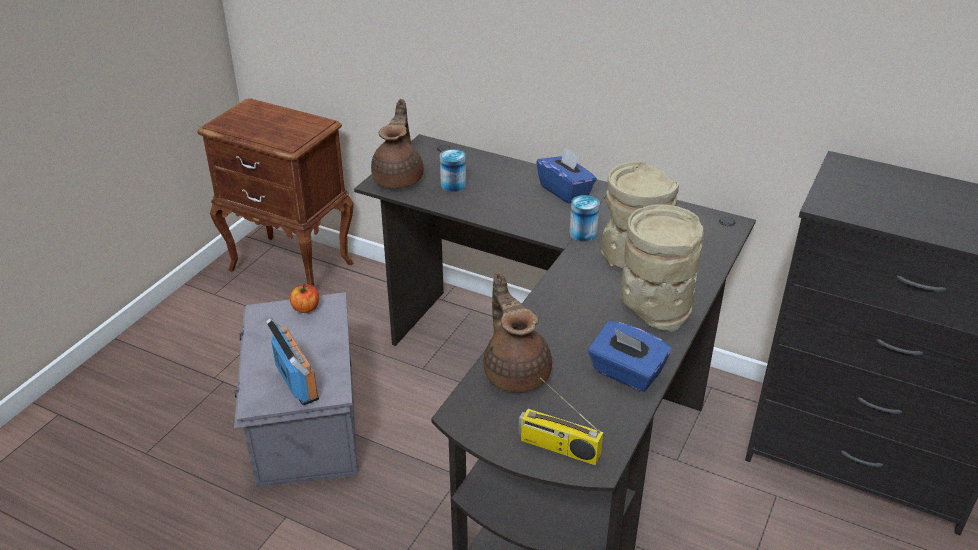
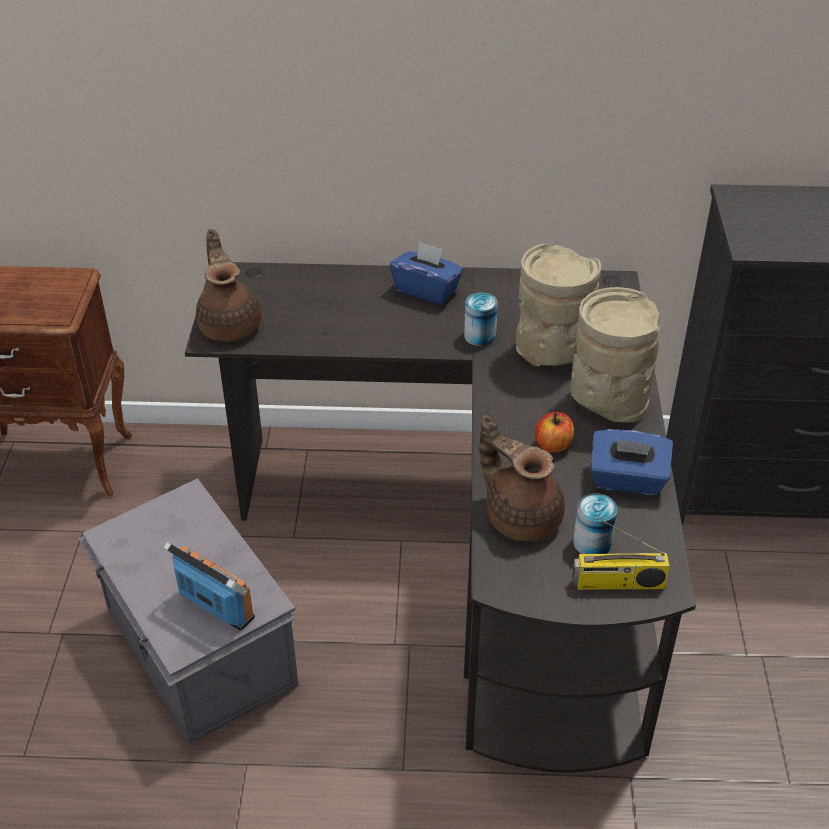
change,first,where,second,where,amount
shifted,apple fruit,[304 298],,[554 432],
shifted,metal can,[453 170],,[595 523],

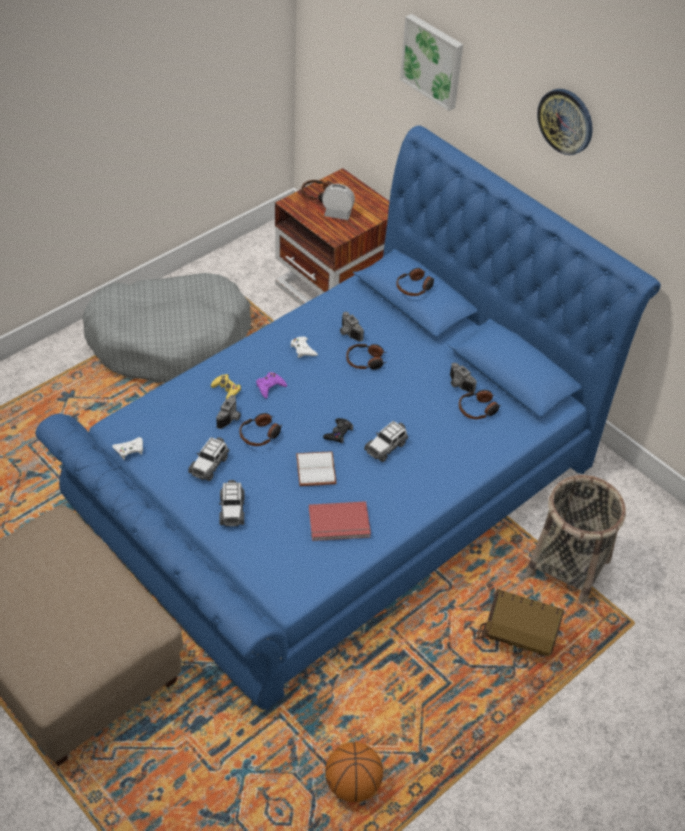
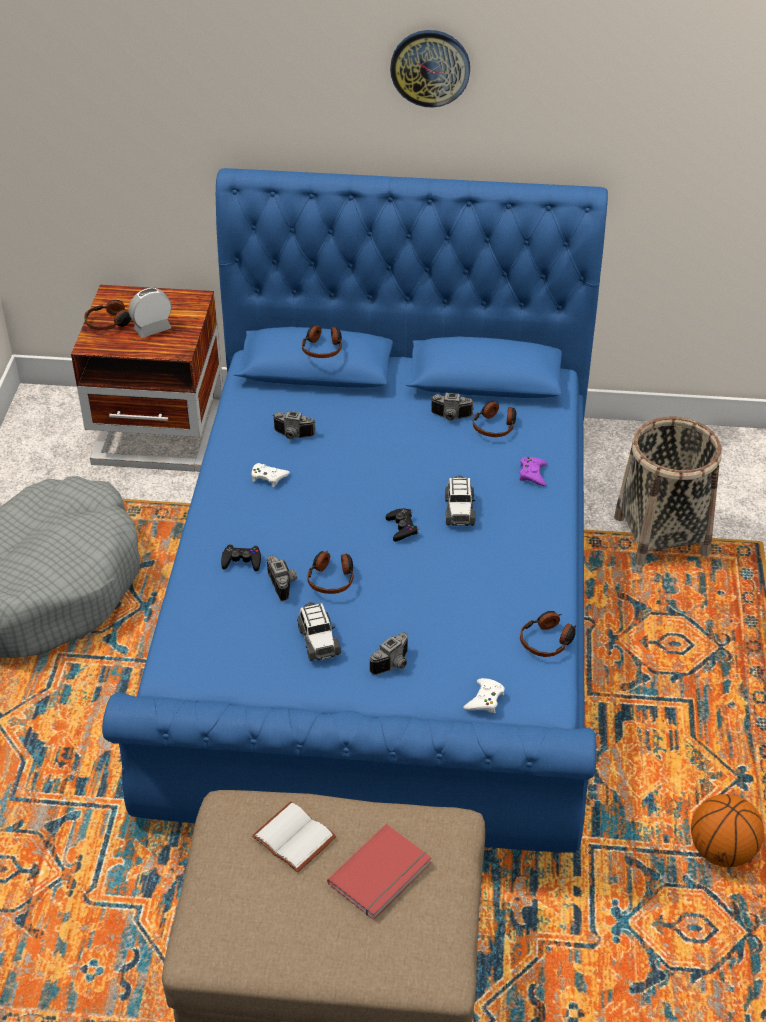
change,first,where,second,where,amount
gone,wall art,[431 62],,,
gone,model house,[520 622],,,
shifted,joypad (white),[127 448],,[483 695],
shifted,joypad (purple-coloured),[271 385],,[533 471],
shifted,volume (white),[316 468],,[294 837],
shifted,volume (red-coloured),[340 521],,[379 872],
shifted,pair of headphones,[366 357],,[548 634],
swapped,miniature car,[232 503],photo camera,[389 653],
repainted,joypad (yellow-coloured),[226 386],joypad (black-coloured),[241 557],

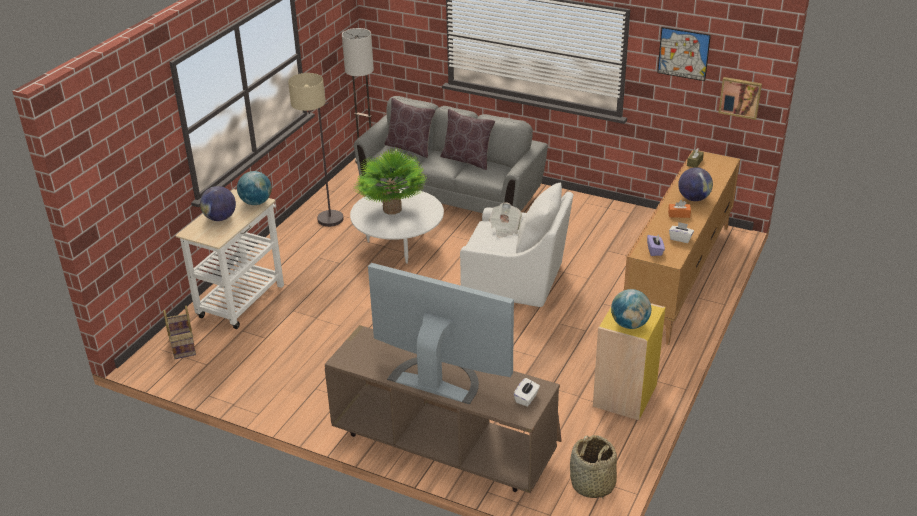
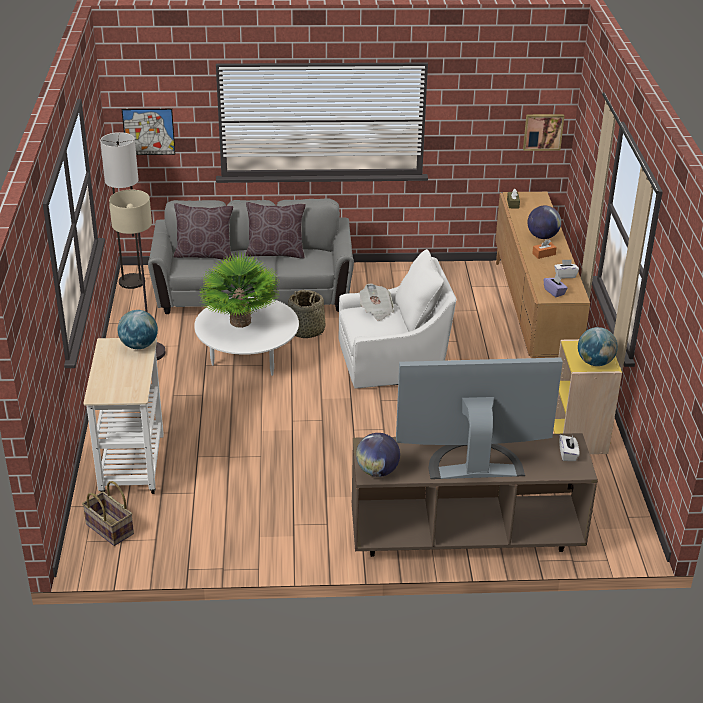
change,first,where,second,where,amount
shifted,world globe,[218 203],,[378 455],
shifted,basket,[593 467],,[306 314],
shifted,wall art,[684 54],,[148 132],

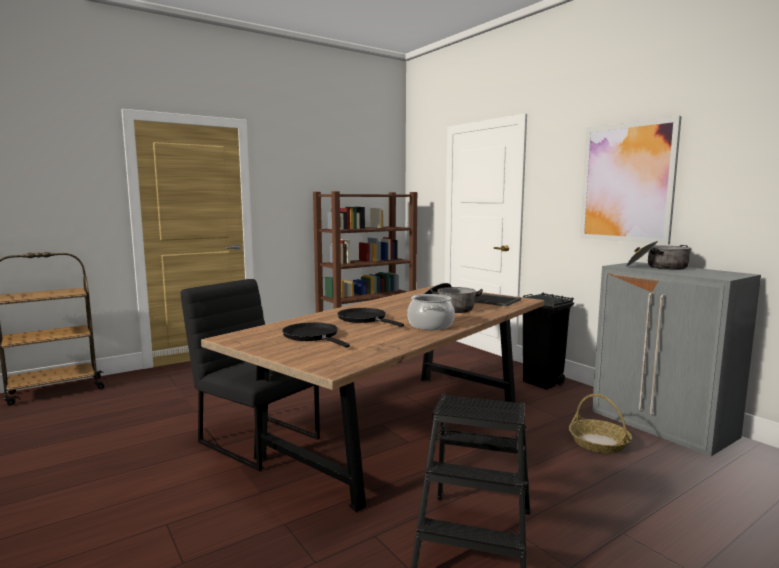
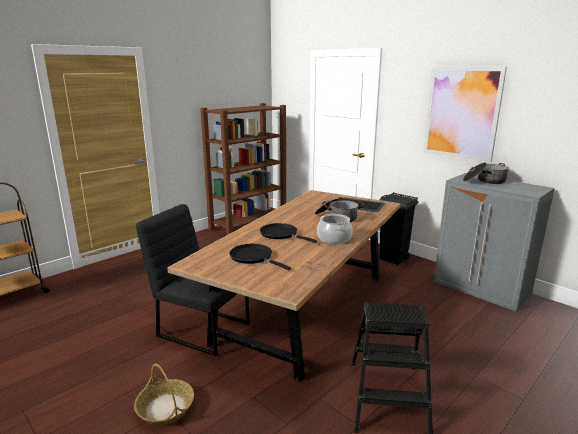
change,first,where,second,where,amount
shifted,basket,[600 424],,[164 395],

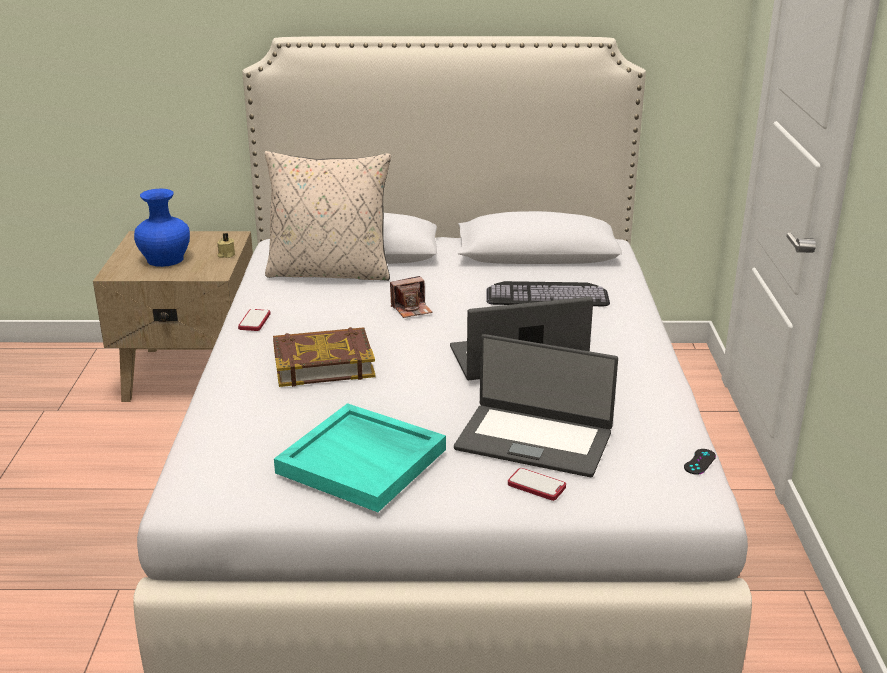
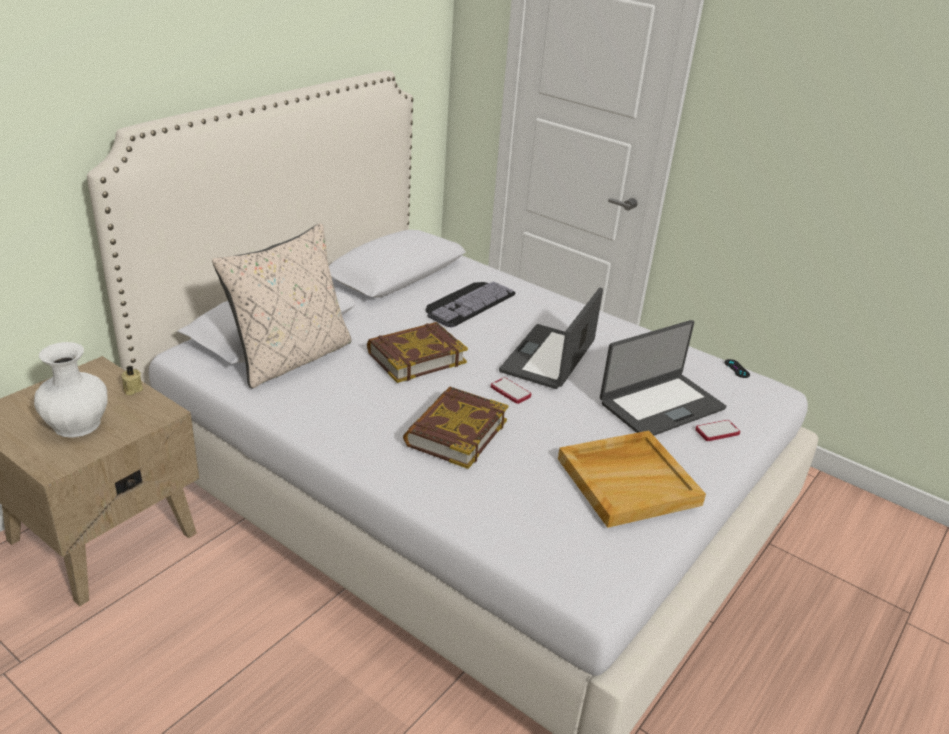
change,first,where,second,where,amount
shifted,phone,[254 320],,[511 390],
swapped,photo camera,[411 297],volume,[417 352],
repainted,vase (blue),[162 228],vase (white),[71 390],
repainted,carrying tray (turquoise-coloured),[360 457],carrying tray (sand-coloured),[632 479],

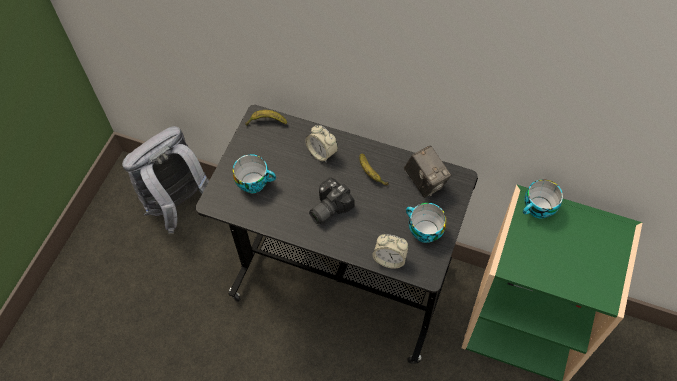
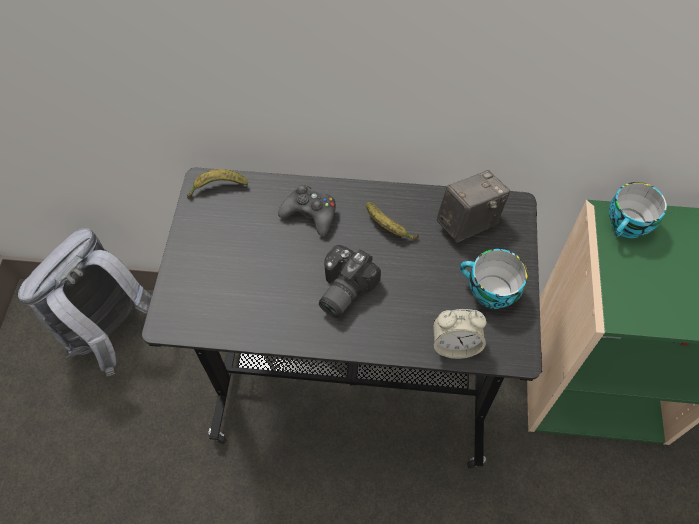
change,first,where,second,where,amount
gone,cup,[254 173],,,
swapped,alarm clock,[322 144],joypad (black-coloured),[307 210],
rotated,photo camera,[427 171],,[473 206],75 degrees counterclockwise

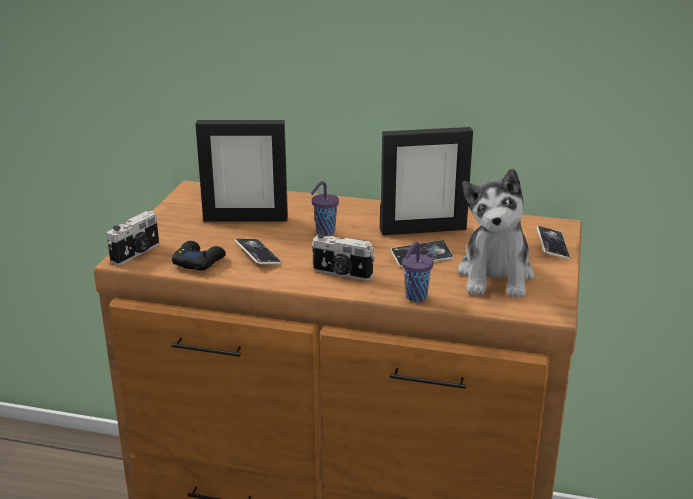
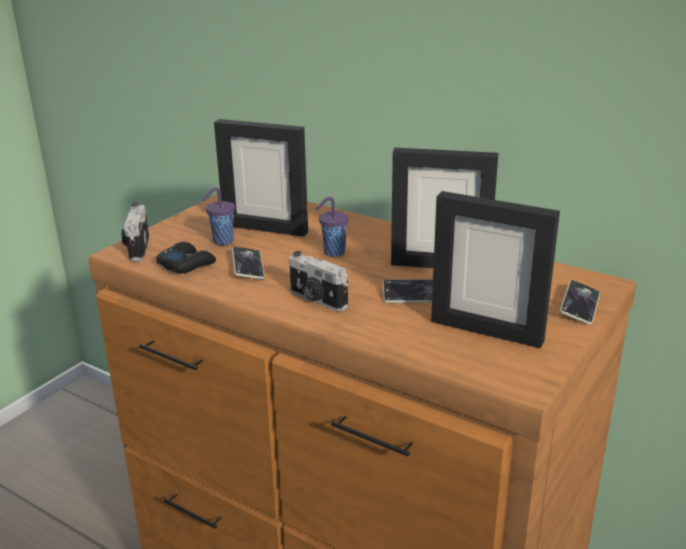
change,first,where,second,where,amount
shifted,cup (purple-coloured),[418 272],,[219 216],
swapped,soft toy,[496 233],standing frame,[495 269],
rotated,photo camera,[133 238],,[135 231],120 degrees clockwise

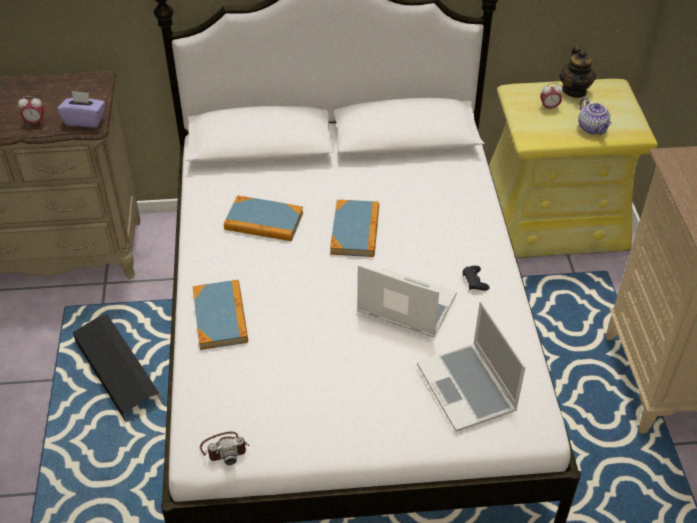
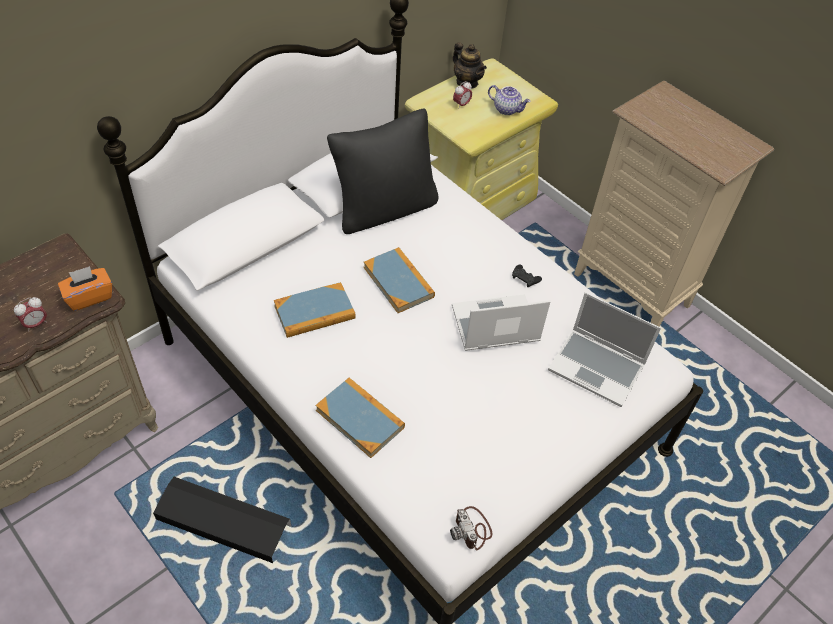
change,first,where,second,where,amount
new,,,pillow (black-coloured),[382 171],
repainted,box of tissues (purple-coloured),[81 109],box of tissues (orange-coloured),[85 288],
rotated,photo camera,[225 448],,[471 528],120 degrees clockwise

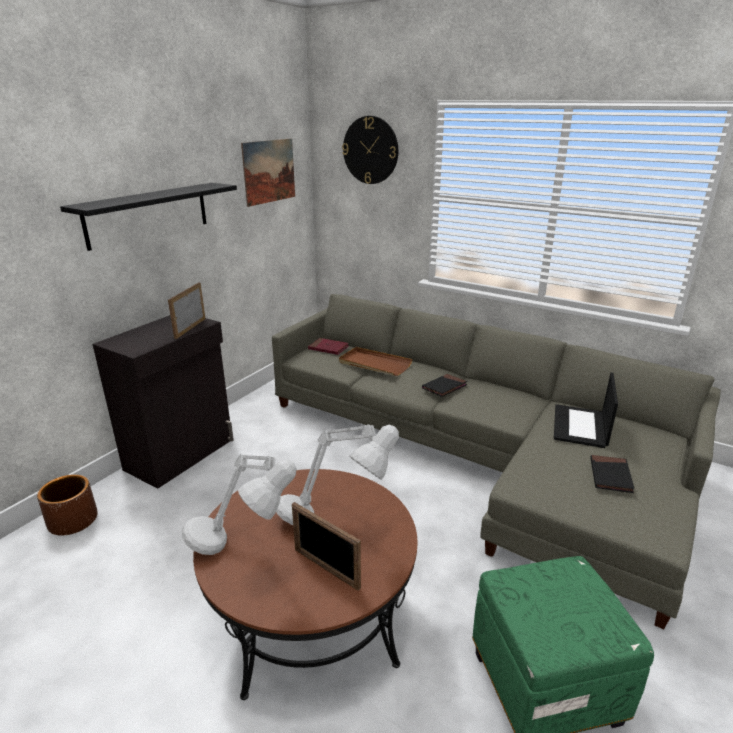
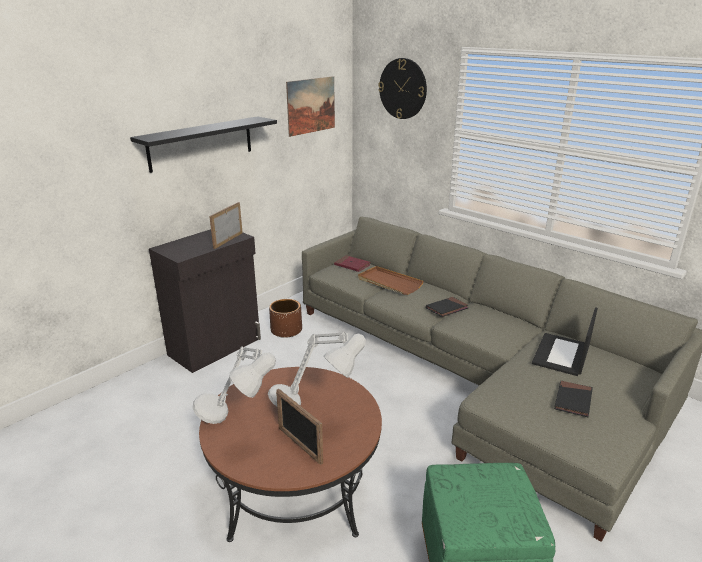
change,first,where,second,where,amount
shifted,planter (brownish),[67 505],,[285 318],

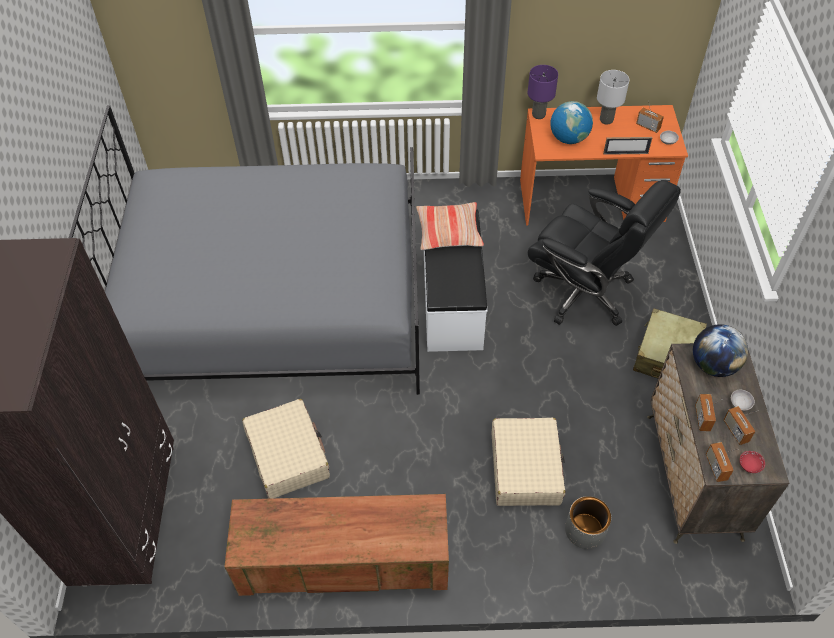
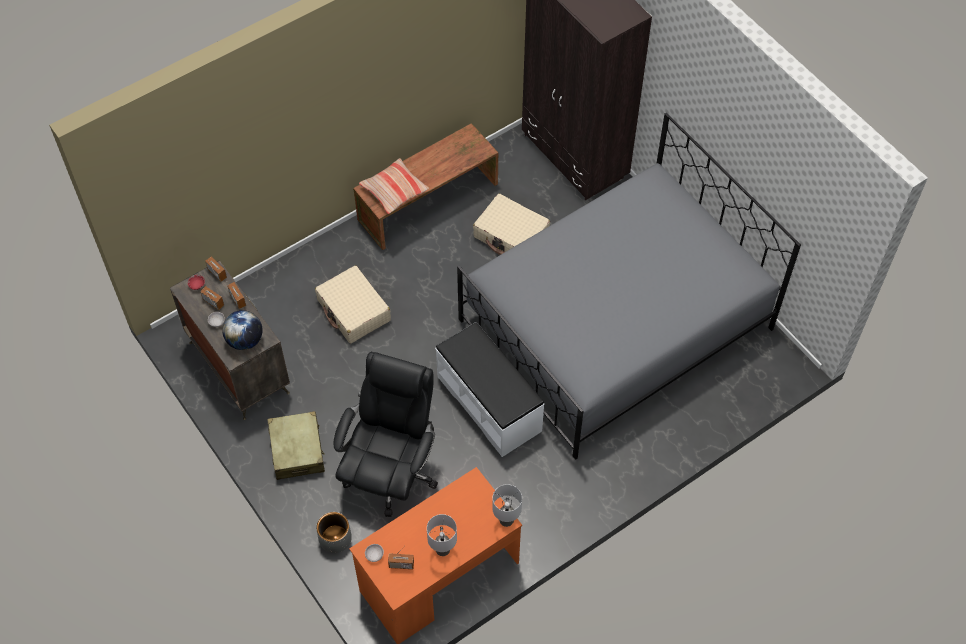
change,first,where,second,where,amount
gone,world globe,[571 122],,,
gone,standing frame,[627 146],,,
shifted,pillow,[450 226],,[394 186],
shifted,planter (gray),[588 522],,[334 532],
repainted,tabletop lamp (purple-coloured),[543 92],tabletop lamp (white),[507 505],
rotated,desk chair (black-coloured),[604 253],,[386 434],105 degrees clockwise

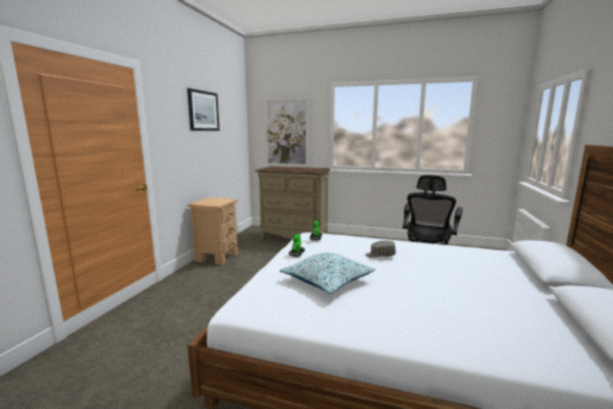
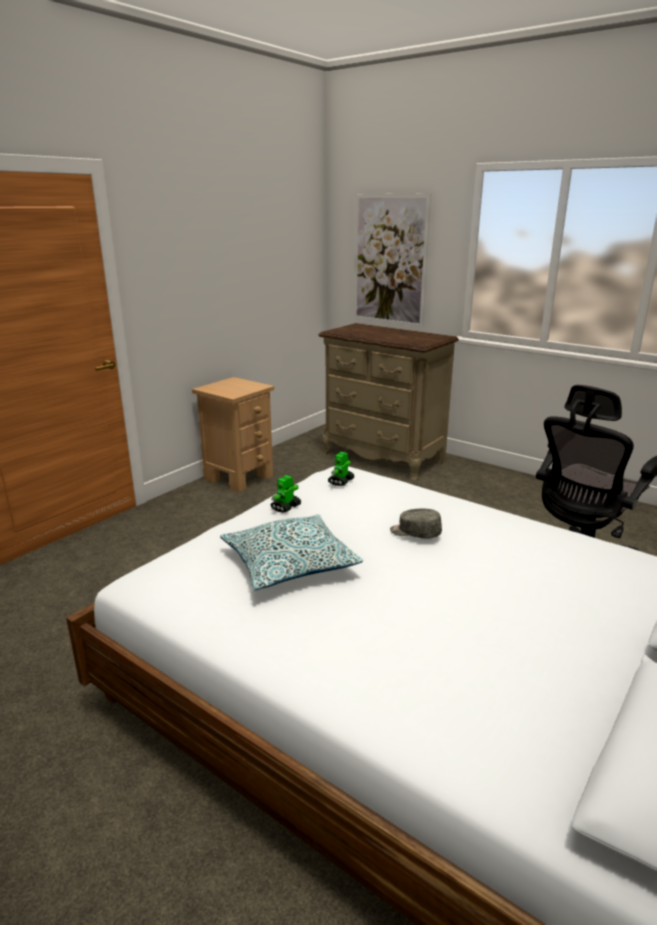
change,first,where,second,where,amount
gone,wall art,[203 109],,,

